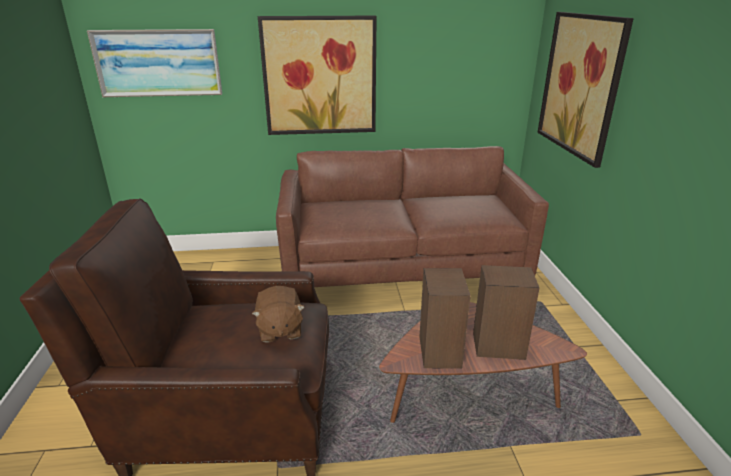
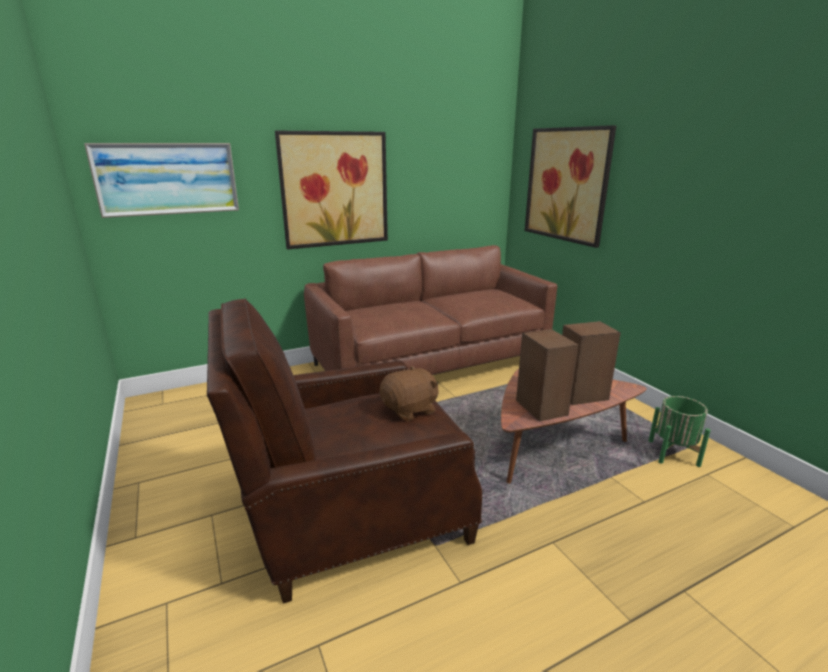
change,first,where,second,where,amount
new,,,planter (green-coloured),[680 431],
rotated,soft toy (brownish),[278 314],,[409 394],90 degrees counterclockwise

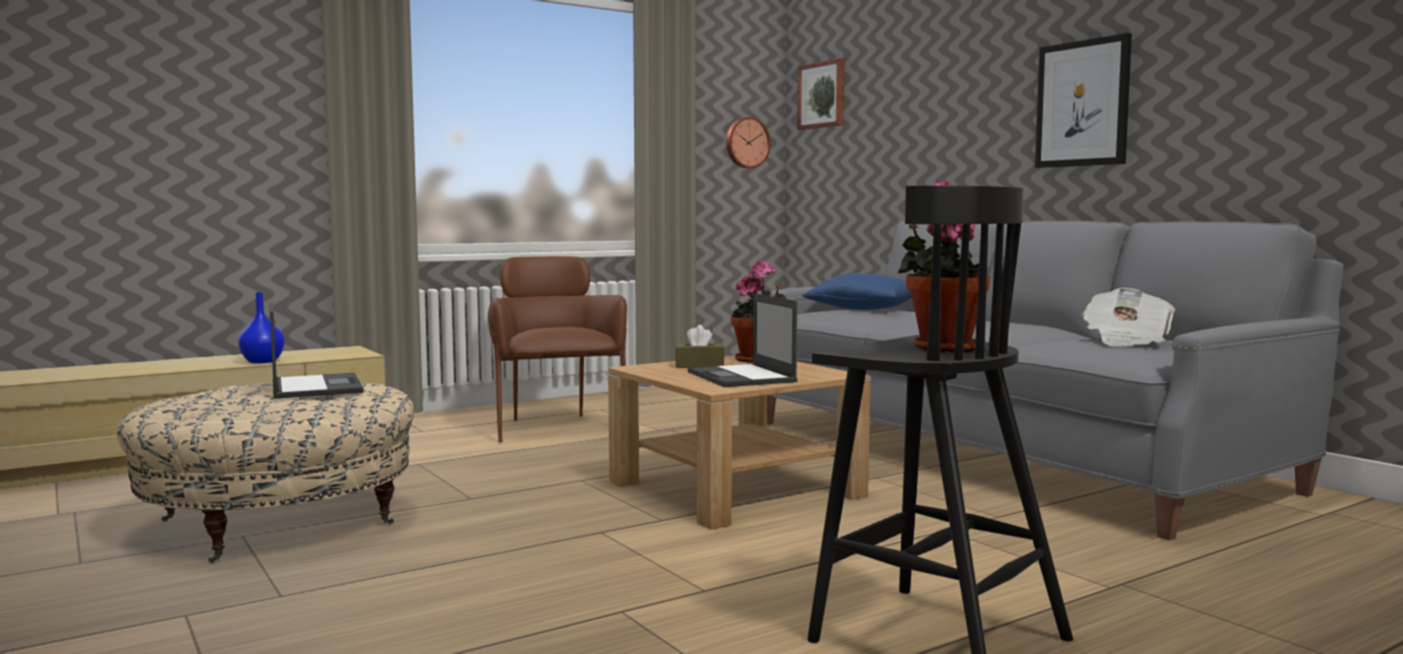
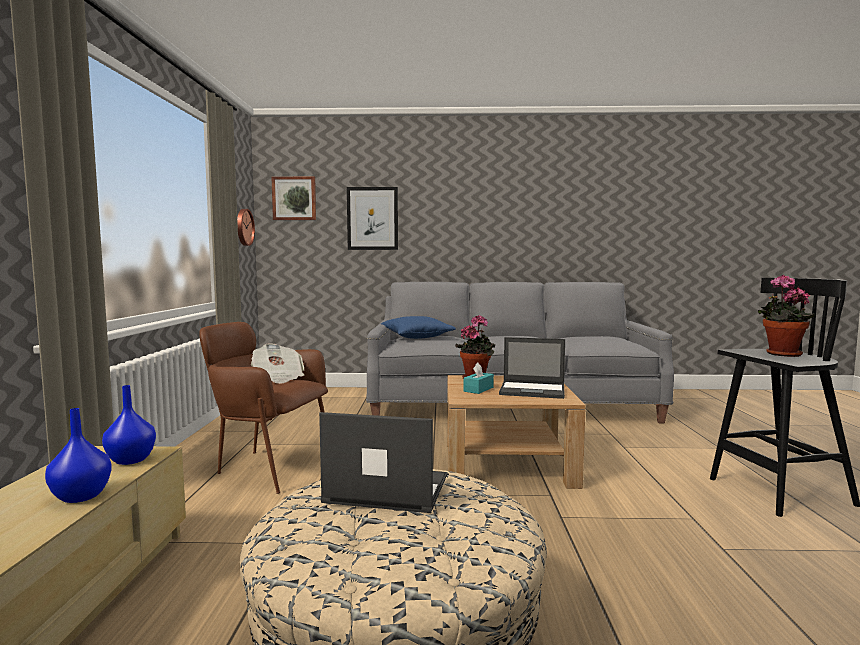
change,first,where,second,where,amount
new,,,vase (blue),[129 425],
shifted,wall art,[1083 100],,[372 218],
shifted,newspaper,[1128 317],,[278 364],
repainted,box of tissues (brownish),[700 346],box of tissues (turquoise-coloured),[478 378],

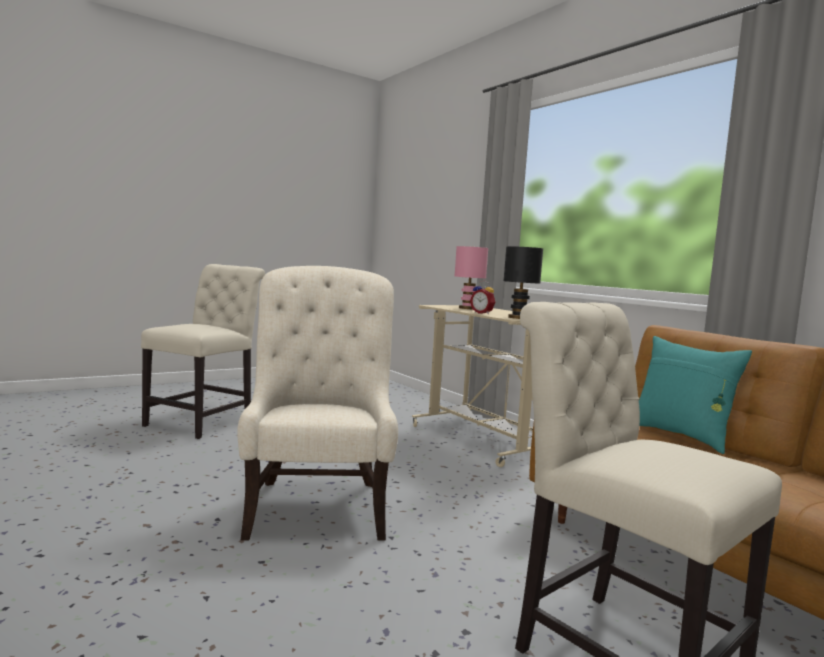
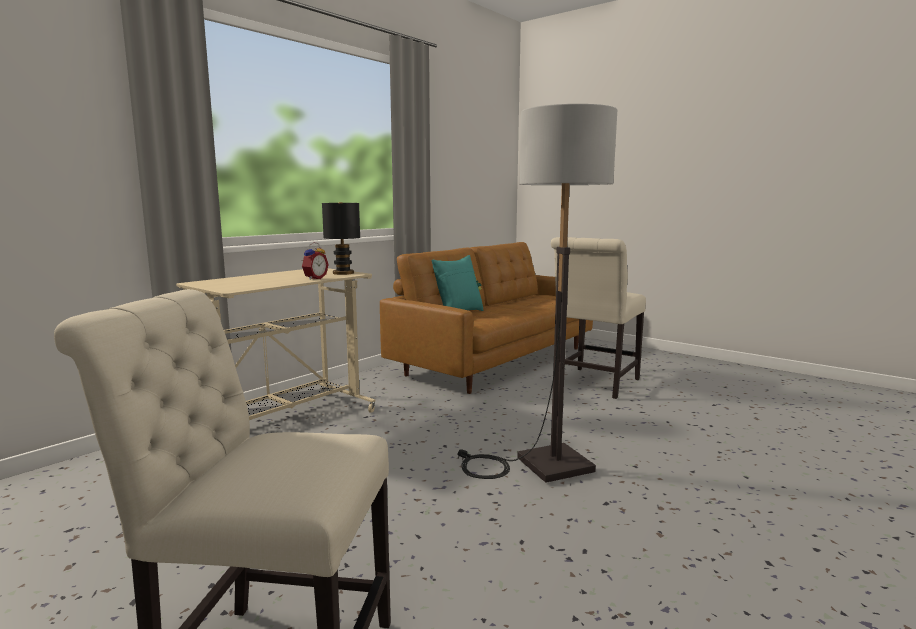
change,first,where,second,where,amount
gone,tabletop lamp (pinkish),[471 277],,,
swapped,easy chair (sand-coloured),[317 403],standing lamp,[537 293],

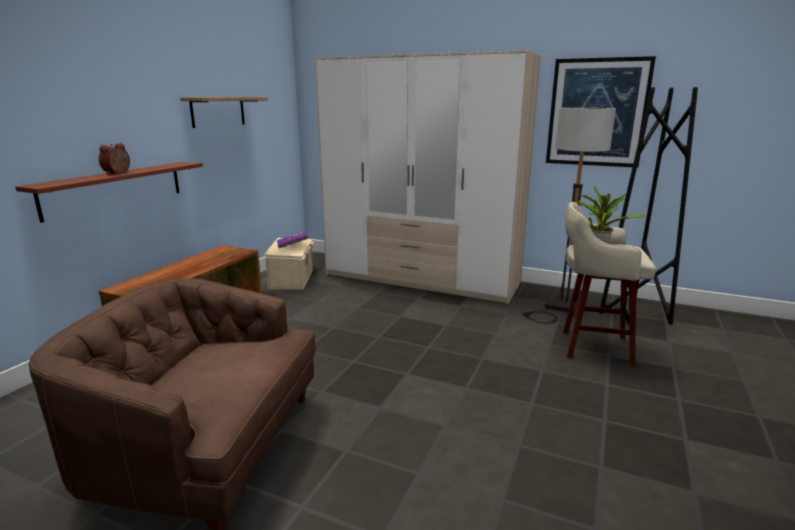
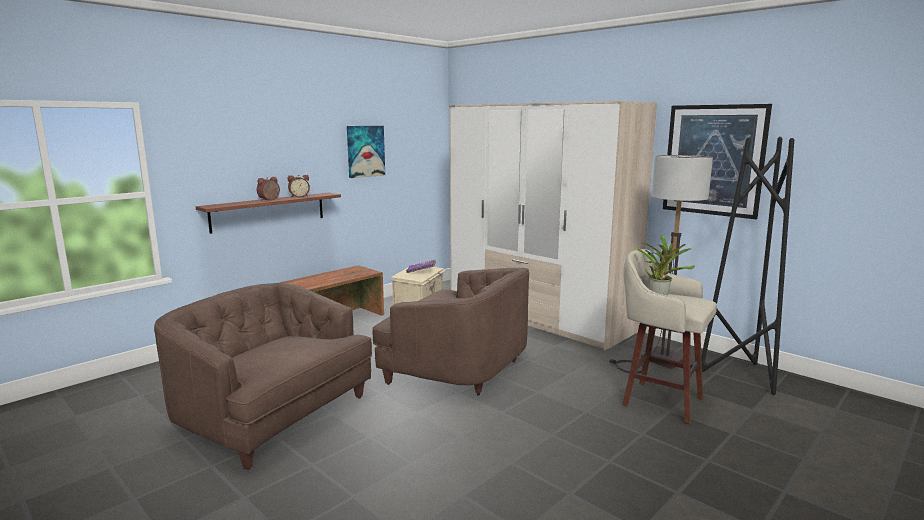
change,first,where,second,where,amount
new,,,alarm clock,[299 186],
new,,,easy chair (brownish),[450 332],
swapped,wall shelf,[224 112],wall art,[366 152],

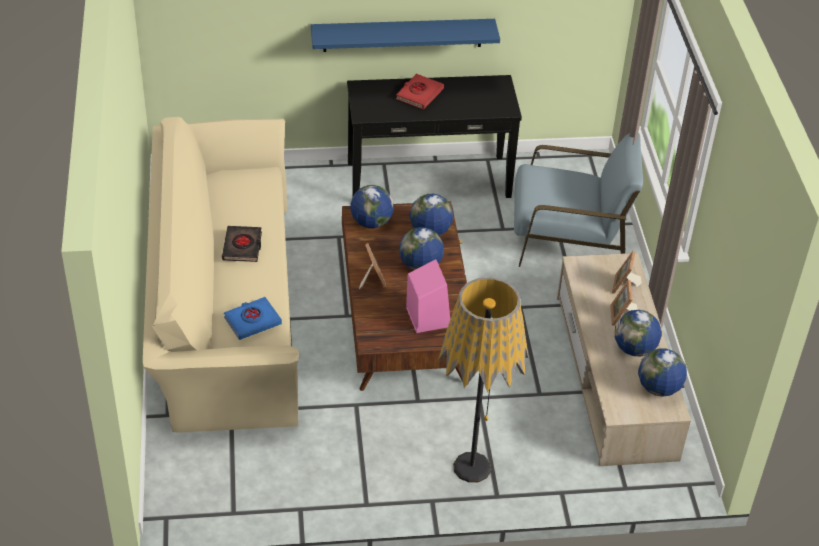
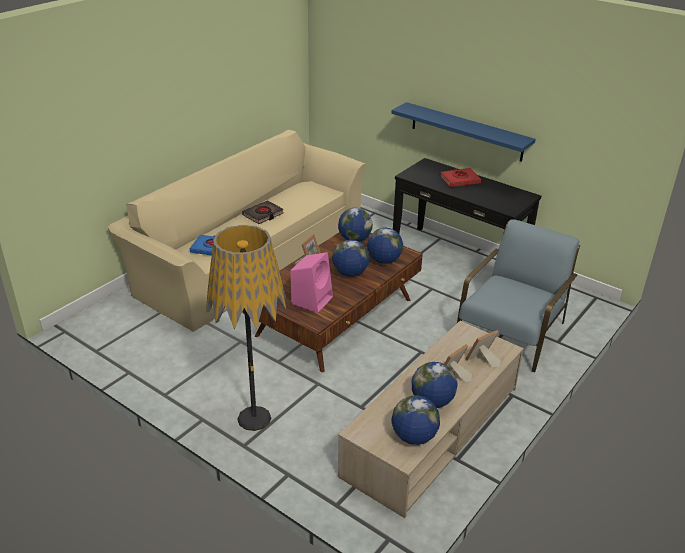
change,first,where,second,where,amount
rotated,easy chair (blue),[578 200],,[518 296],105 degrees counterclockwise

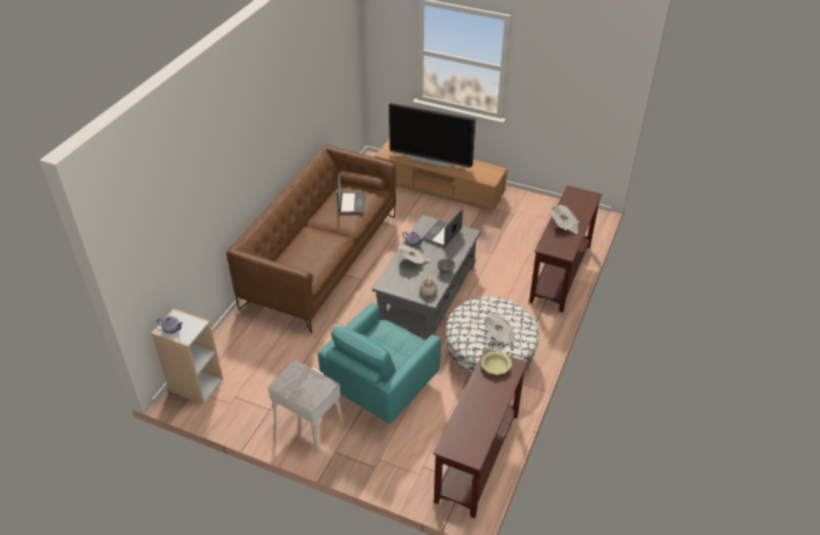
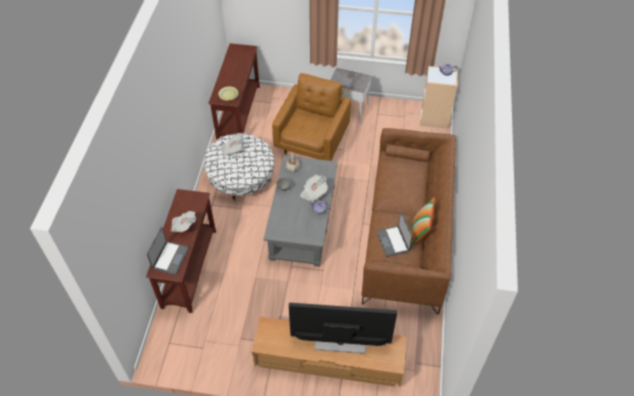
change,first,where,second,where,amount
new,,,pillow,[423 222],
shifted,laptop,[443 228],,[168 251],
repainted,easy chair (turquoise-coloured),[379 363],easy chair (brownish),[311 117],

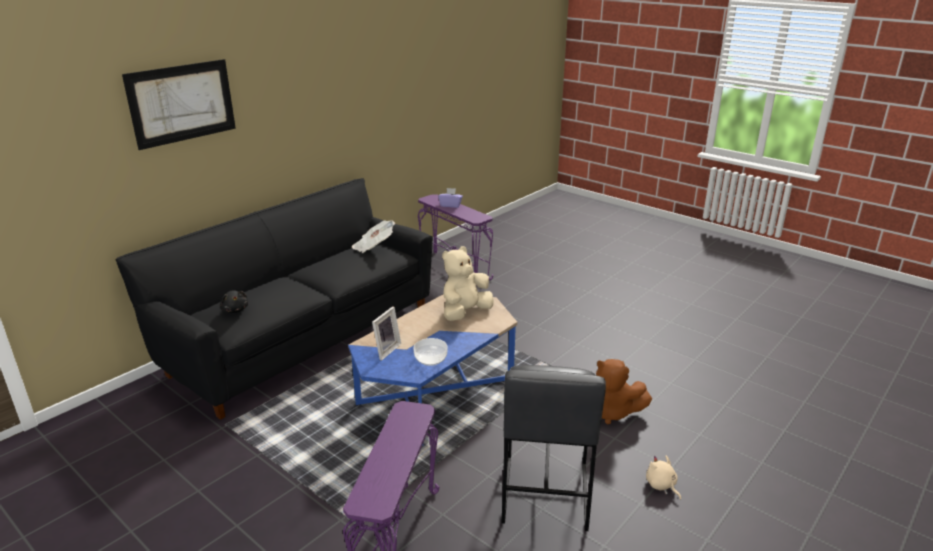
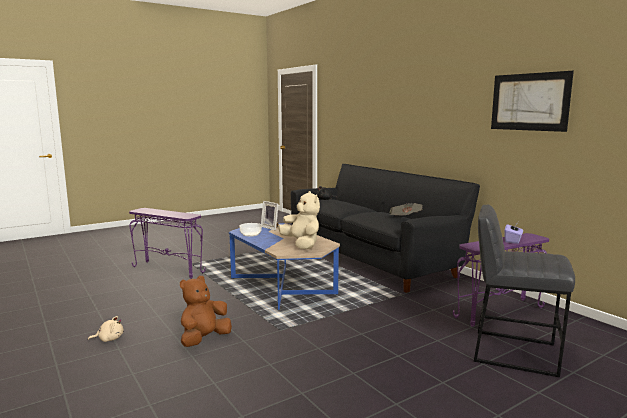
change,first,where,second,where,amount
shifted,wall art,[179 104],,[532 101],
shifted,stool seat (gray),[554 448],,[524 290],

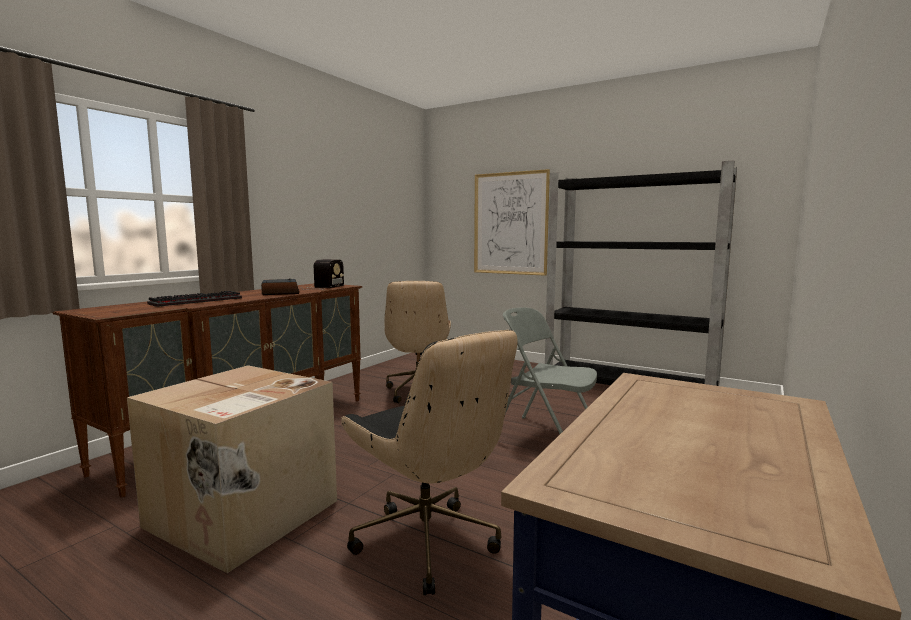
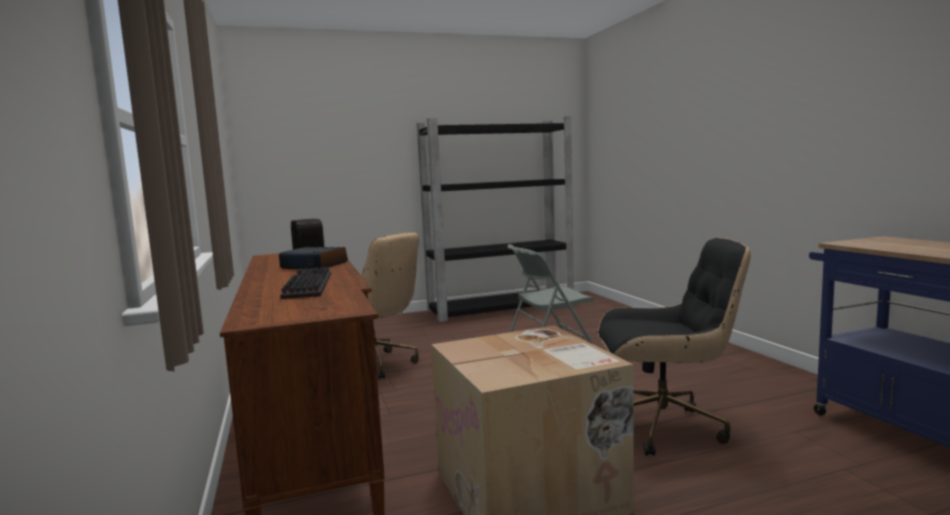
change,first,where,second,where,amount
gone,wall art,[512 222],,,

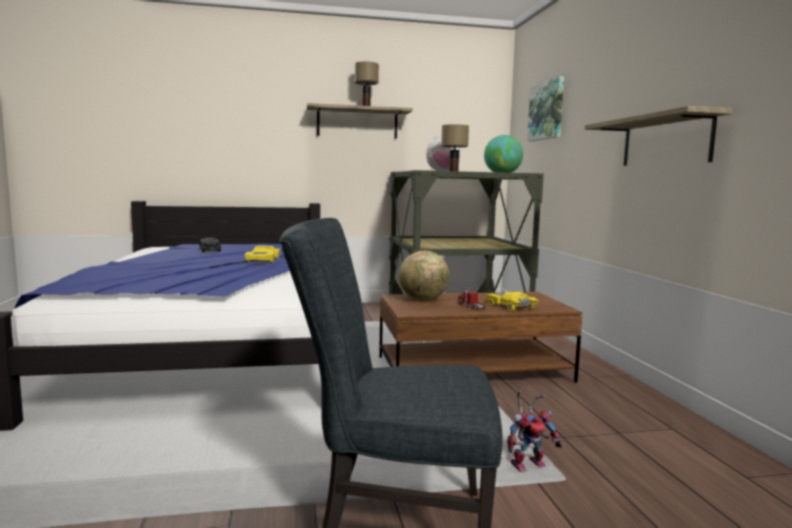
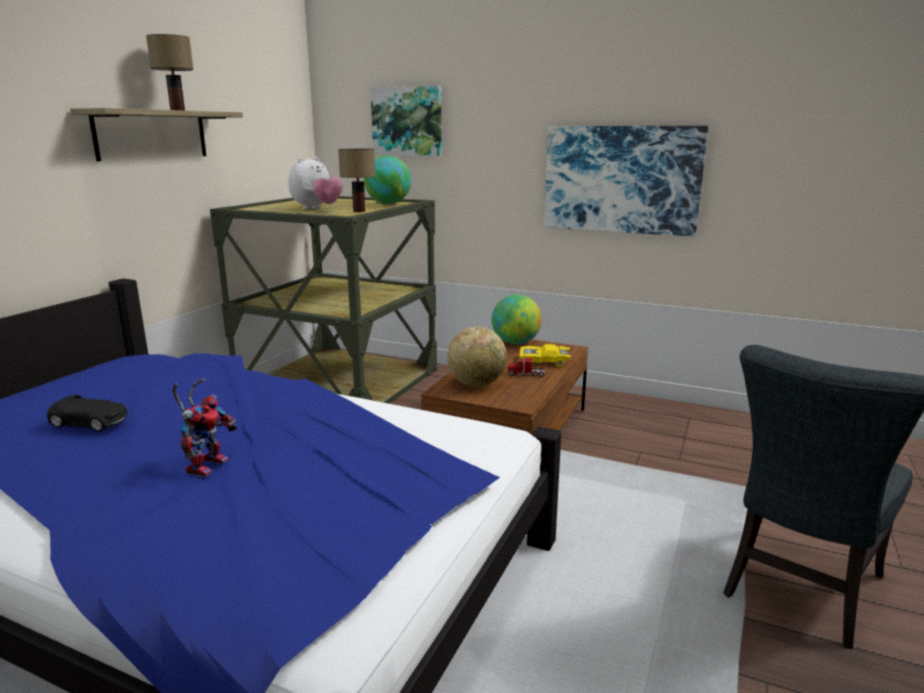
change,first,where,second,where,amount
gone,miniature car (yellow-coloured),[262 254],,,
new,,,world globe,[517 319],
shifted,toy robot,[534 431],,[205 427],
swapped,wall shelf,[658 136],wall art,[626 181],

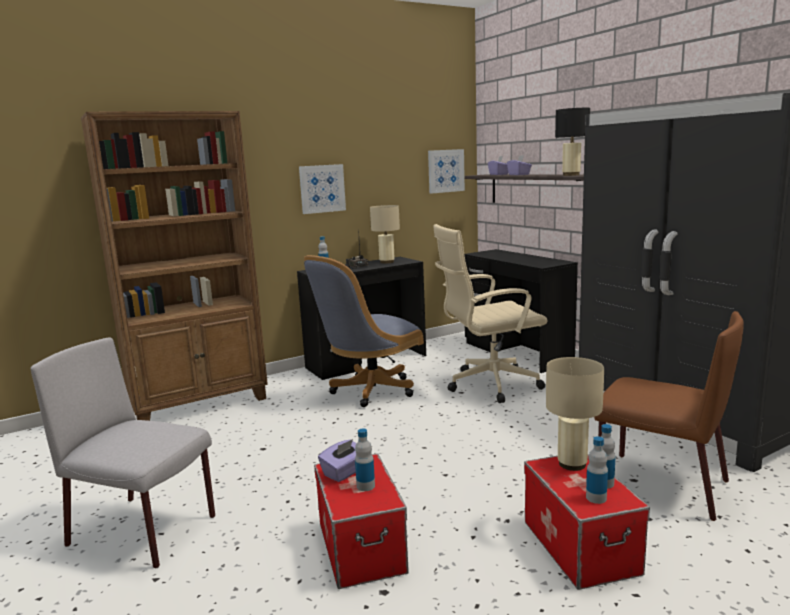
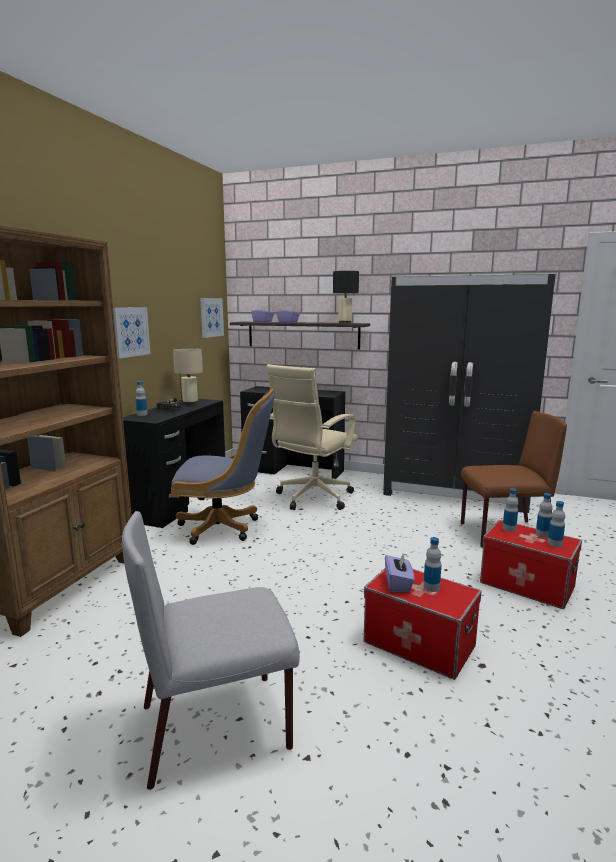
change,first,where,second,where,amount
swapped,tabletop lamp (sand-coloured),[575 414],drink bottle,[510 510],
rotated,desk chair (blue),[364 331],,[223 466],90 degrees counterclockwise

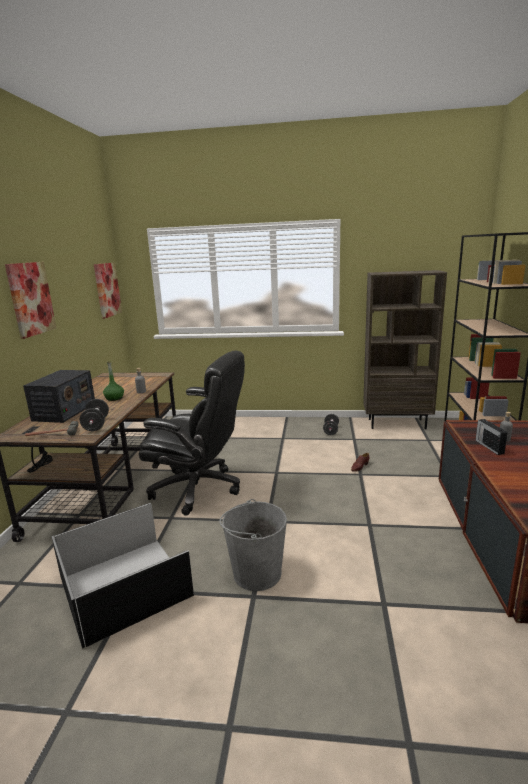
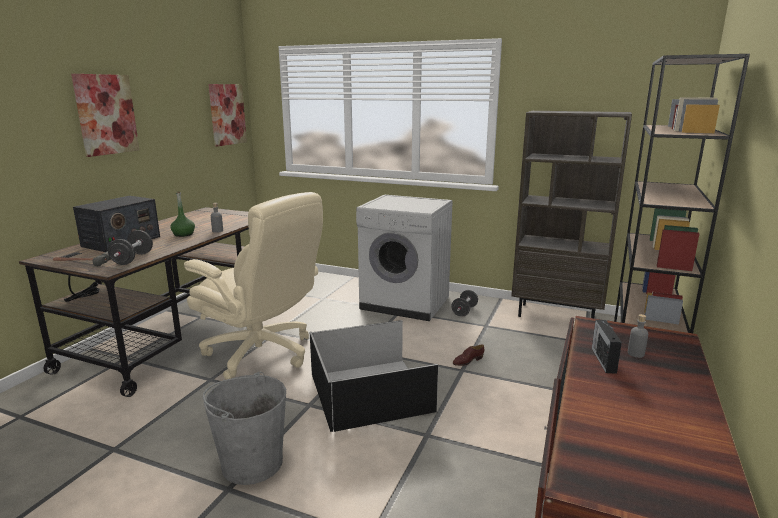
change,first,where,second,where,amount
new,,,laundry appliance (white),[404 258],
shifted,storage box (black-coloured),[122 575],,[374 376],
repainted,desk chair (black-coloured),[192 433],desk chair (sand-coloured),[253 286],

